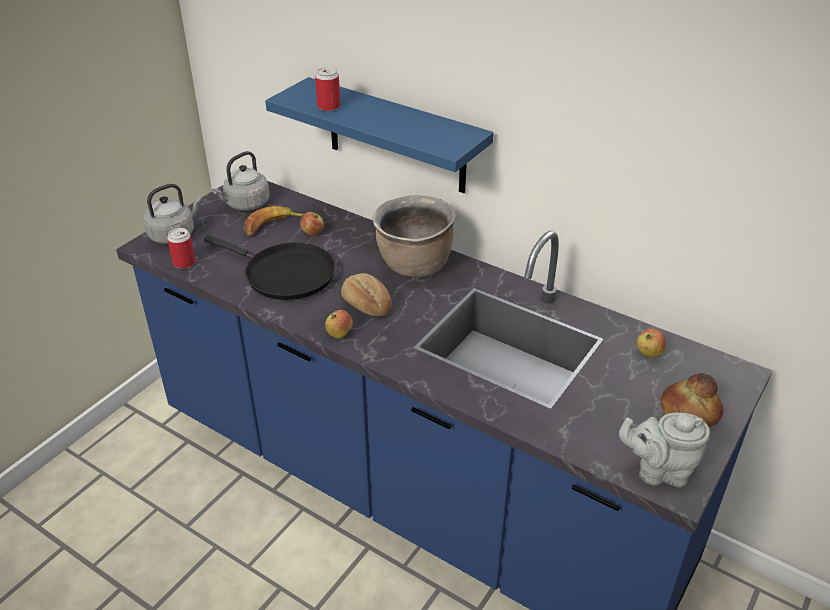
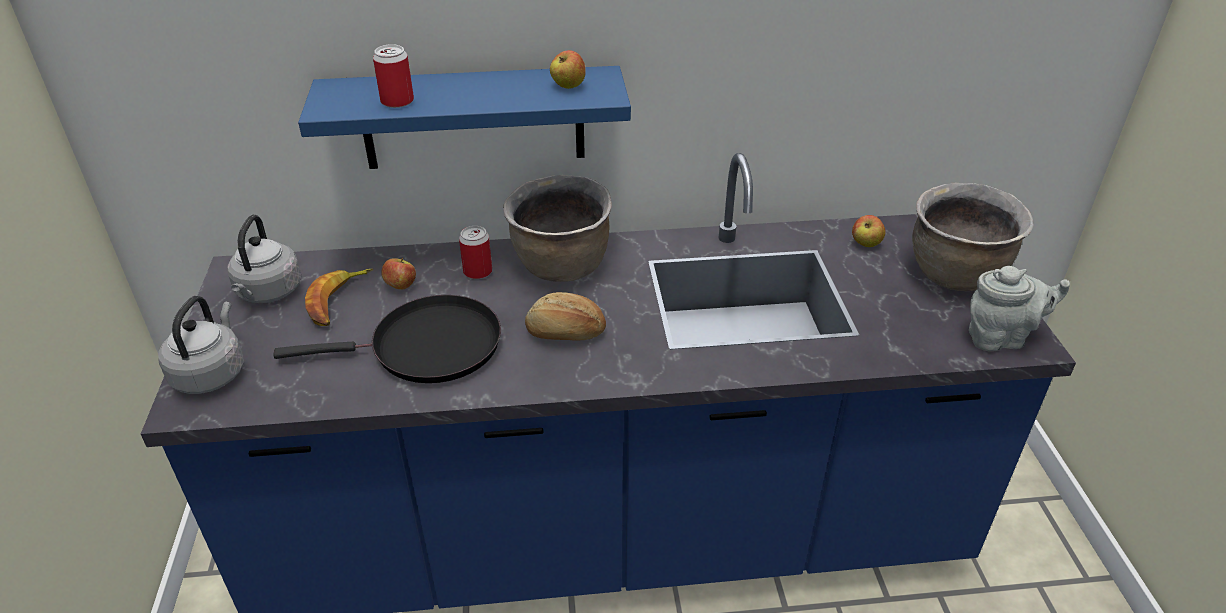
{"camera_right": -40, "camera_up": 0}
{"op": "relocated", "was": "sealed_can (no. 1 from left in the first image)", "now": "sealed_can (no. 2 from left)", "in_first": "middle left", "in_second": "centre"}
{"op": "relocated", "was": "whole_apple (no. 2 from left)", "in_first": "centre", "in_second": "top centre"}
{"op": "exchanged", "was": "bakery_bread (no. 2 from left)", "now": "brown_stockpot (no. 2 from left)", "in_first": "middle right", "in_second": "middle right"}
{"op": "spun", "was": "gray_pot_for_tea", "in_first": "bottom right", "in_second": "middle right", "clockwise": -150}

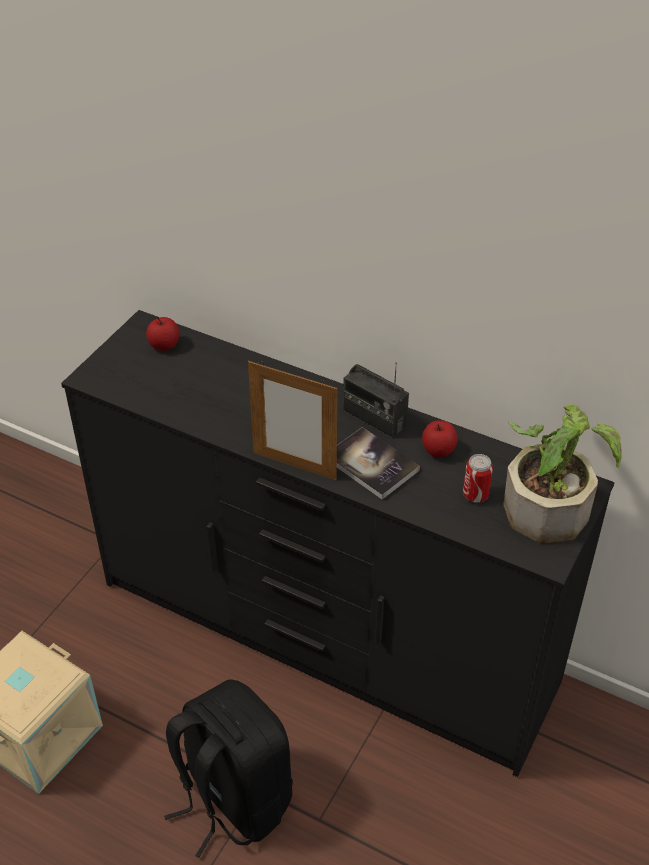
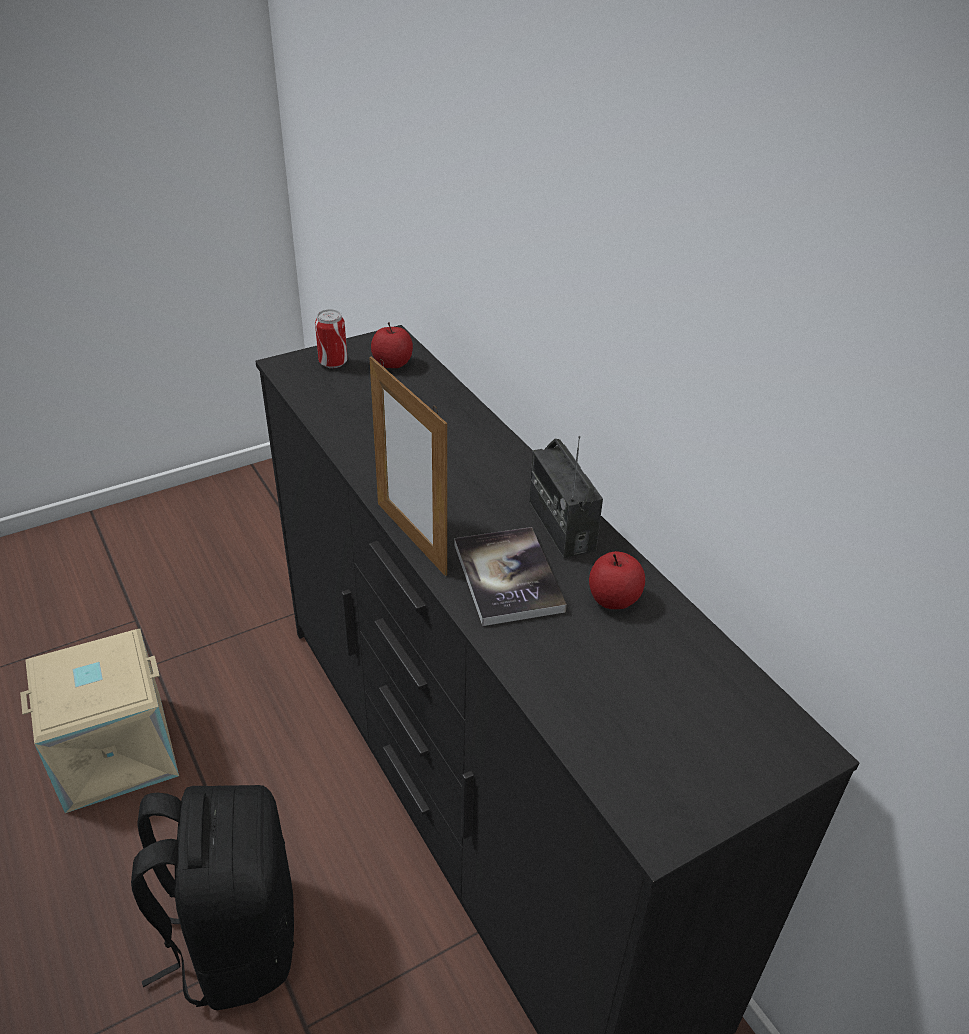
{"camera_right": 30, "camera_up": -5}
{"op": "missing", "was": "potted_plant", "in_first": "middle right"}
{"op": "relocated", "was": "sealed_can", "in_first": "middle right", "in_second": "top centre"}

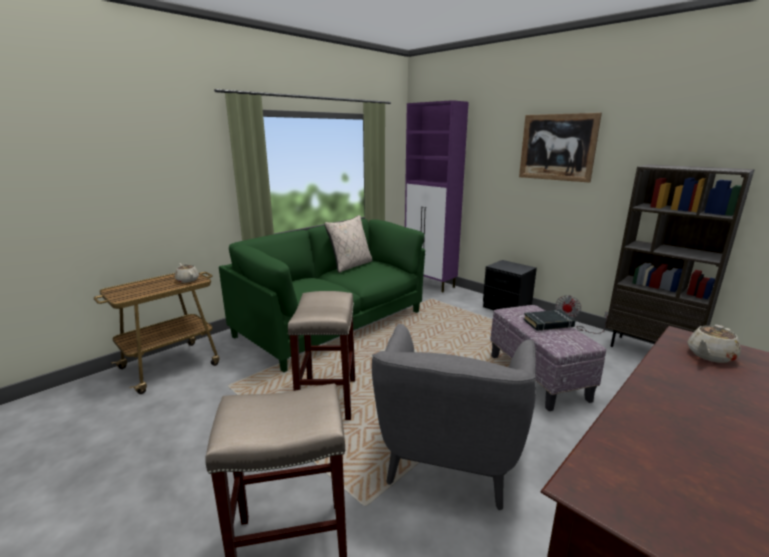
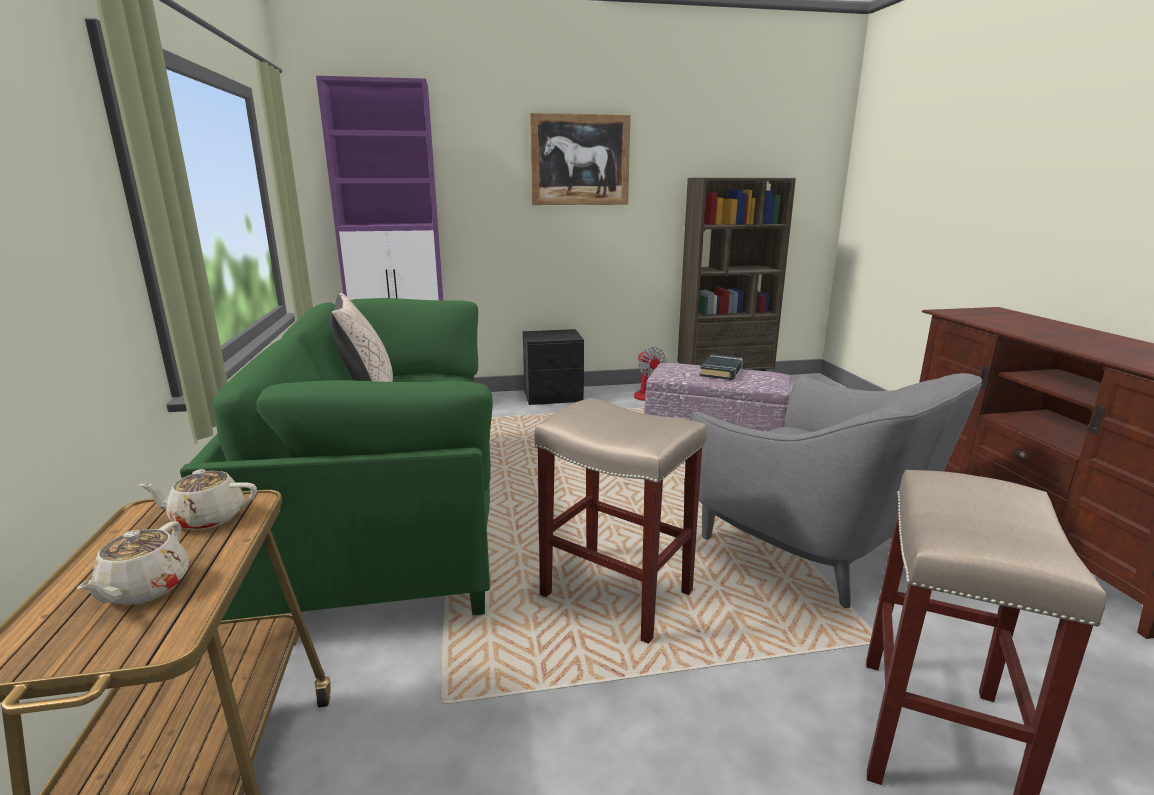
{"camera_right": -55, "camera_up": 0}
{"op": "relocated", "was": "beige_pot_for_tea (no. 2 from left in the first image)", "now": "beige_pot_for_tea (no. 1 from left)", "in_first": "middle right", "in_second": "bottom left"}

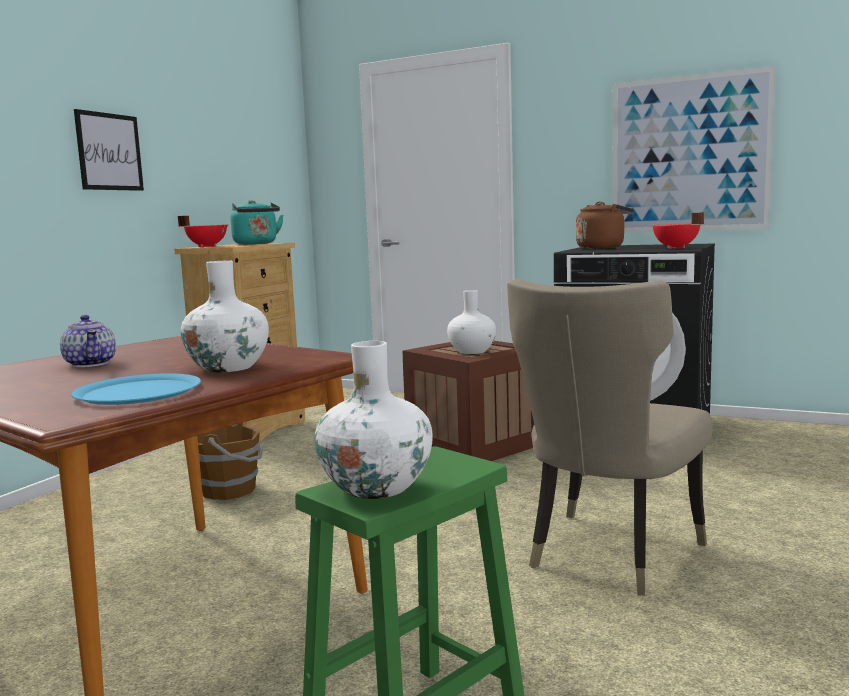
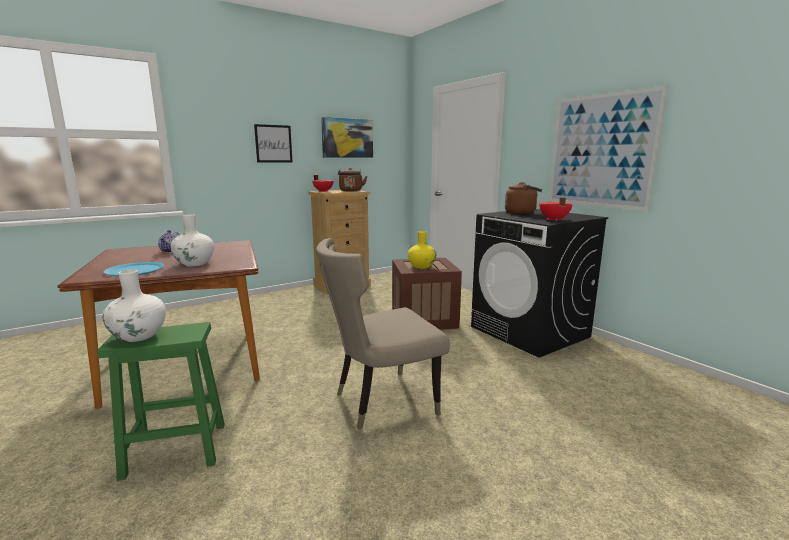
{"camera_right": 30, "camera_up": 5}
{"op": "missing", "was": "brown_water_bucket", "in_first": "middle left"}
{"op": "appeared", "now": "wall_art (no. 2 from left)", "in_second": "top centre"}
{"op": "colour", "was": "turquoise-coloured_tea_kettle", "now": "brown_tea_kettle (no. 1 from left)", "in_first": "top left", "in_second": "top centre"}
{"op": "colour", "was": "whitish_vase (no. 3 from left)", "now": "yellow-coloured_vase", "in_first": "centre", "in_second": "centre"}

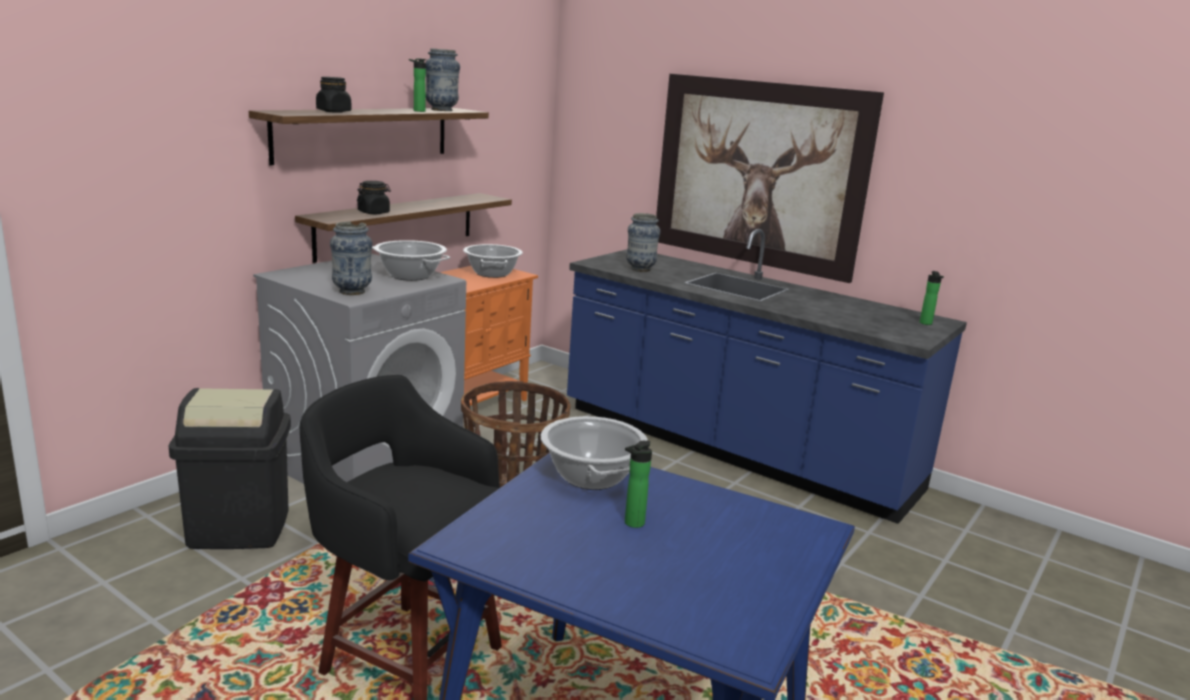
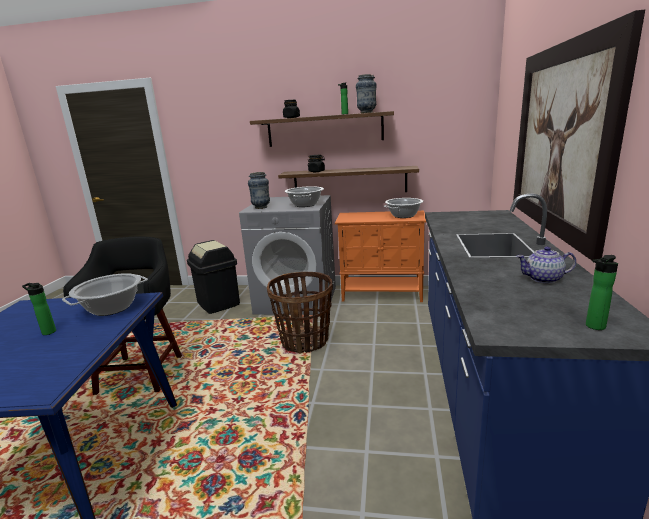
{"camera_right": 65, "camera_up": 0}
{"op": "missing", "was": "vase (no. 3 from left)", "in_first": "centre"}
{"op": "appeared", "now": "pot_for_tea", "in_second": "middle right"}

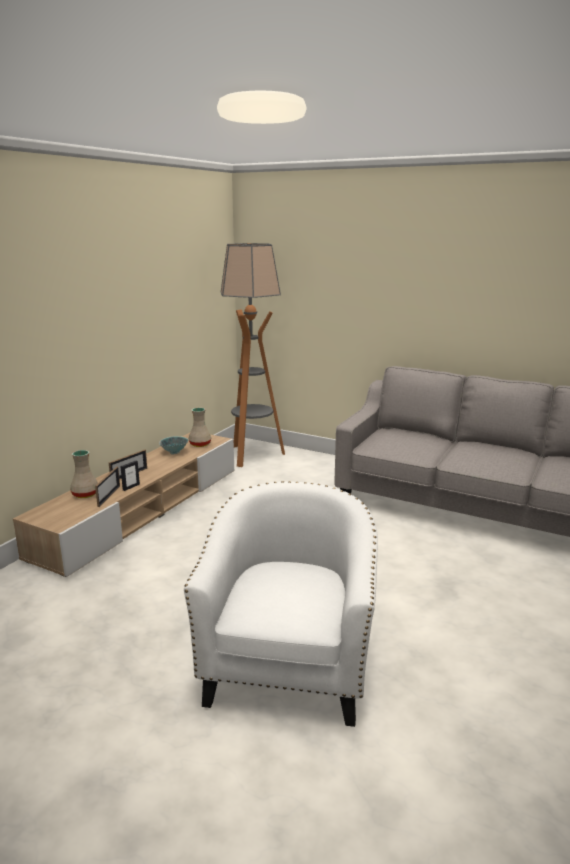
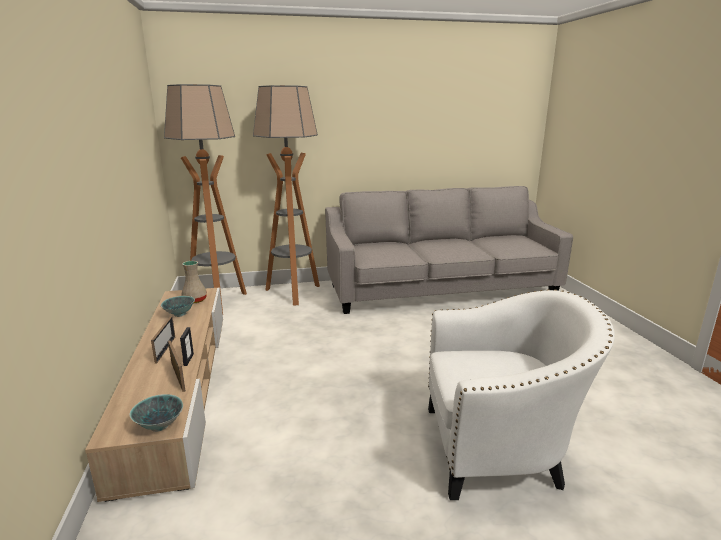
{"camera_right": -40, "camera_up": 0}
{"op": "missing", "was": "beige_vase (no. 1 from left)", "in_first": "middle left"}
{"op": "appeared", "now": "deep_dish (no. 1 from left)", "in_second": "bottom left"}
{"op": "appeared", "now": "standard_lamp (no. 2 from left)", "in_second": "centre"}
{"op": "spun", "was": "whitish_easy_chair", "in_first": "bottom centre", "in_second": "bottom right", "clockwise": 120}

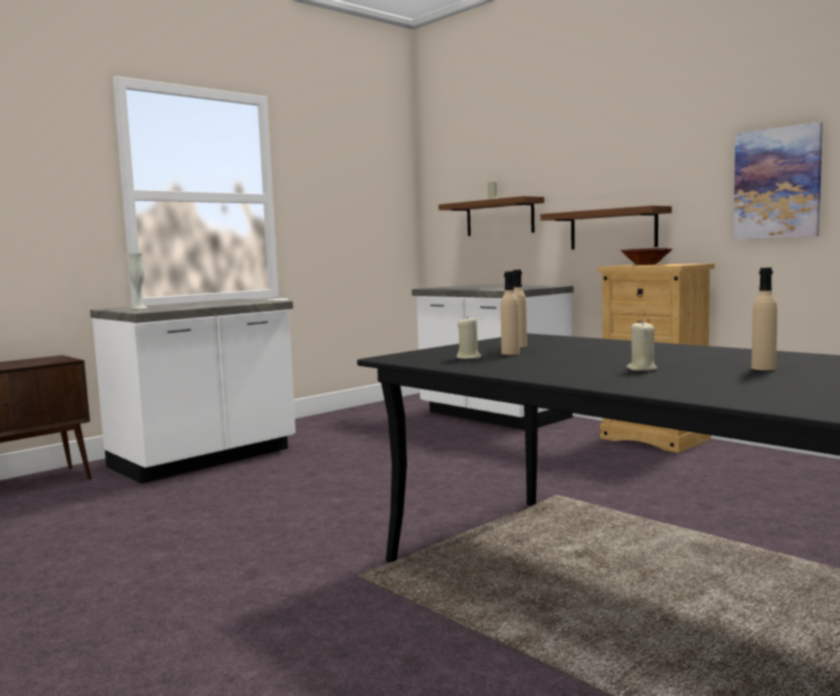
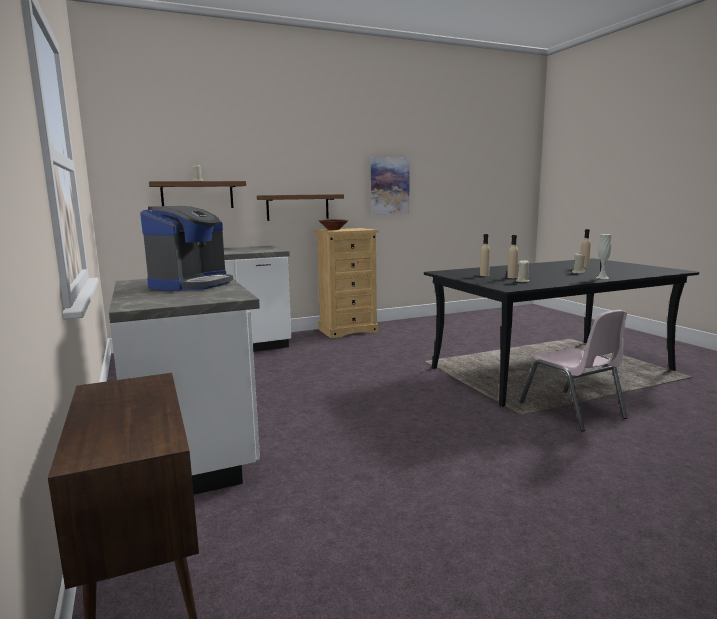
{"camera_right": -70, "camera_up": 5}
{"op": "appeared", "now": "coffee_machine", "in_second": "middle left"}
{"op": "appeared", "now": "pinkish_plain_chair", "in_second": "middle right"}
{"op": "relocated", "was": "whitish_vase", "in_first": "middle left", "in_second": "middle right"}

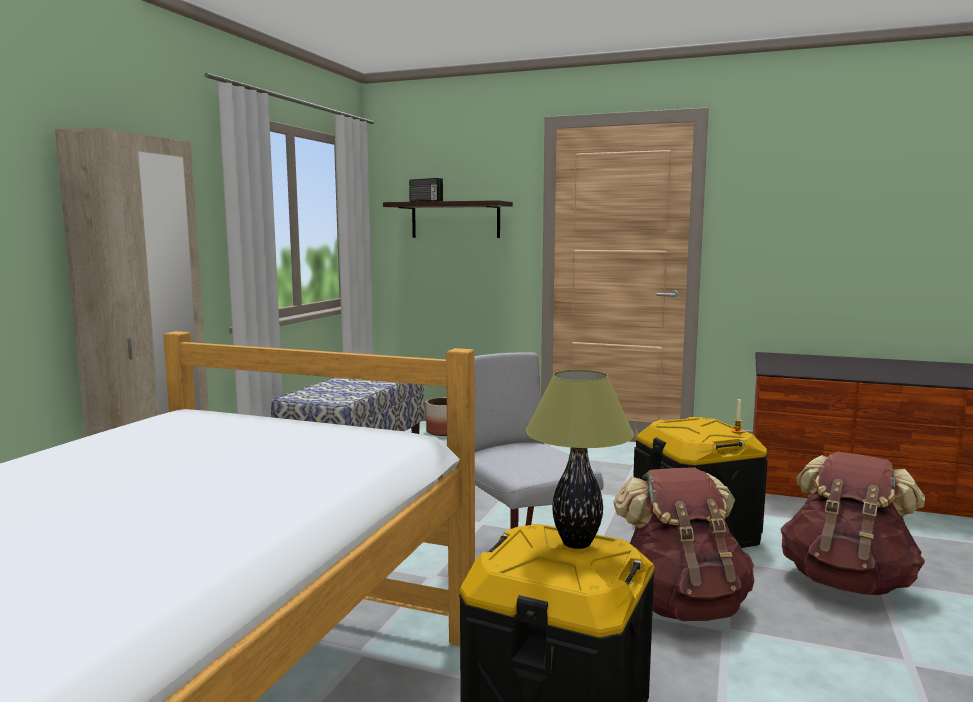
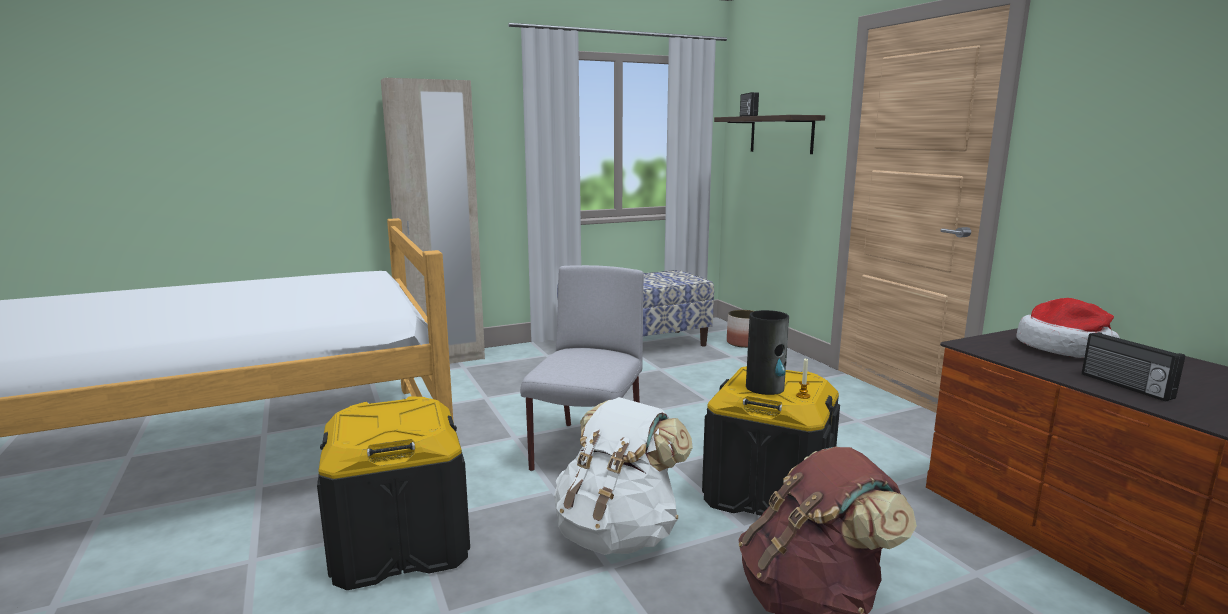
{"camera_right": 45, "camera_up": 5}
{"op": "missing", "was": "tabletop_lamp", "in_first": "centre"}
{"op": "appeared", "now": "vase", "in_second": "centre"}
{"op": "appeared", "now": "wearable_hat", "in_second": "middle right"}
{"op": "appeared", "now": "radio_receiver (no. 2 from left)", "in_second": "middle right"}
{"op": "colour", "was": "brown_backpack (no. 1 from left)", "now": "whitish_backpack", "in_first": "bottom right", "in_second": "bottom centre"}

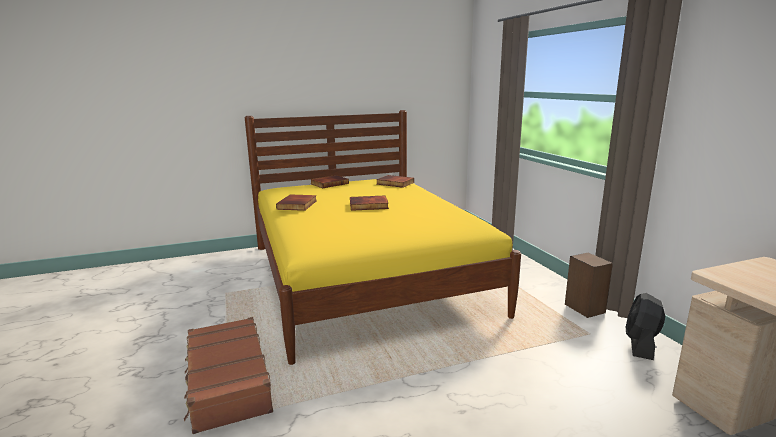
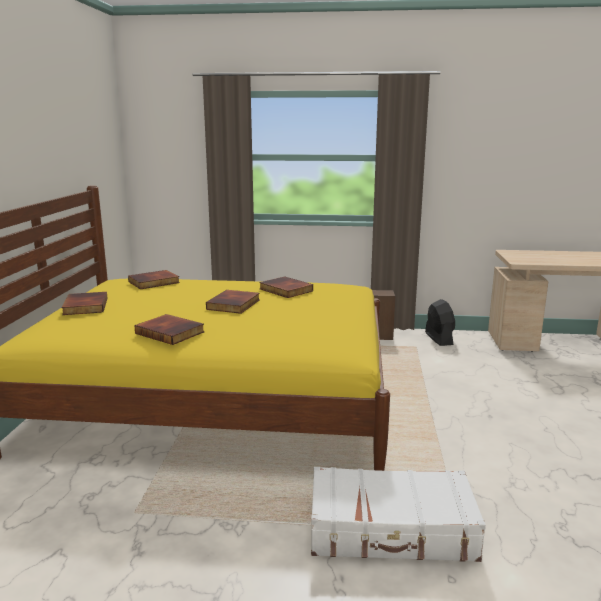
{"camera_right": -65, "camera_up": 0}
{"op": "appeared", "now": "volume (no. 5 from left)", "in_second": "centre"}
{"op": "colour", "was": "brown_piece_of_luggage", "now": "whitish_piece_of_luggage", "in_first": "bottom left", "in_second": "bottom centre"}
{"op": "spun", "was": "black_fan", "in_first": "bottom right", "in_second": "middle right", "clockwise": -150}

